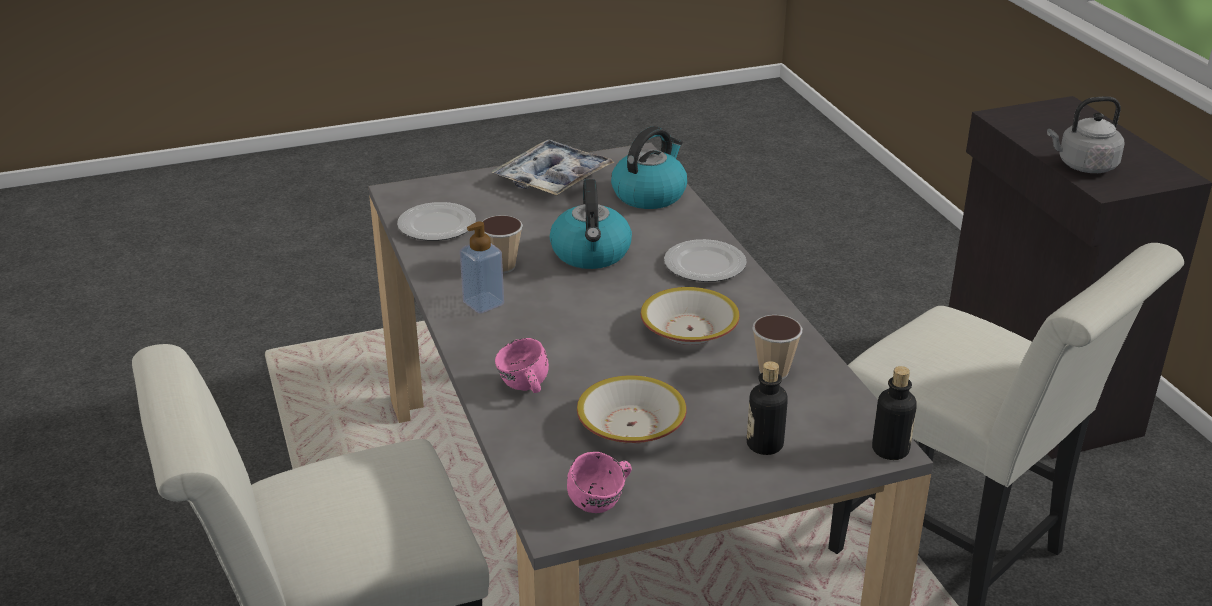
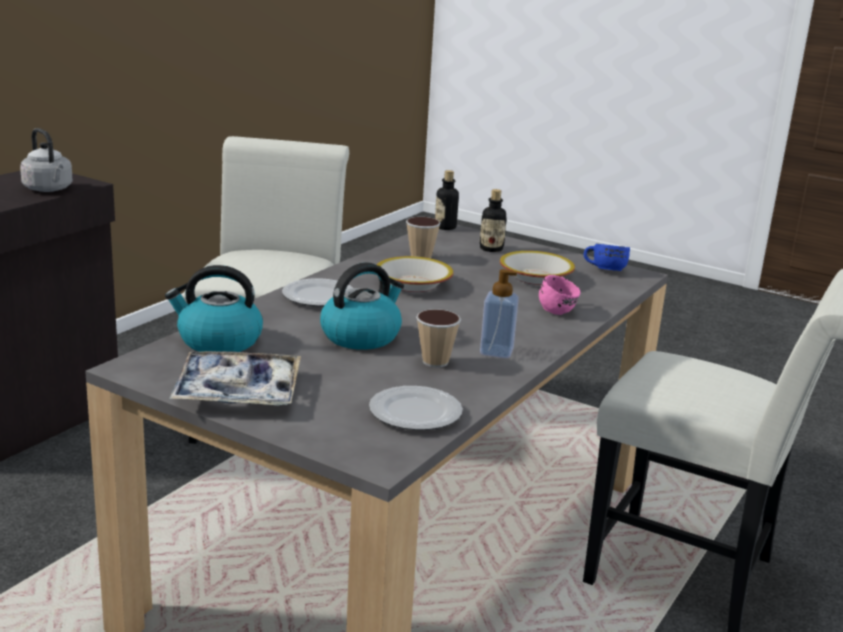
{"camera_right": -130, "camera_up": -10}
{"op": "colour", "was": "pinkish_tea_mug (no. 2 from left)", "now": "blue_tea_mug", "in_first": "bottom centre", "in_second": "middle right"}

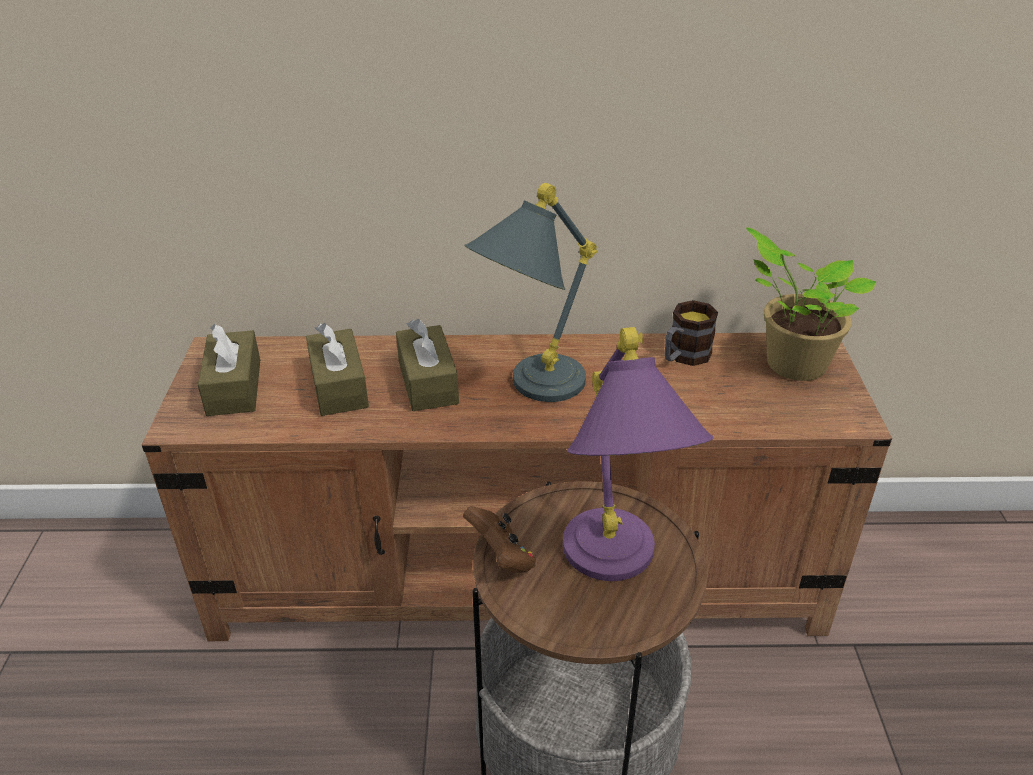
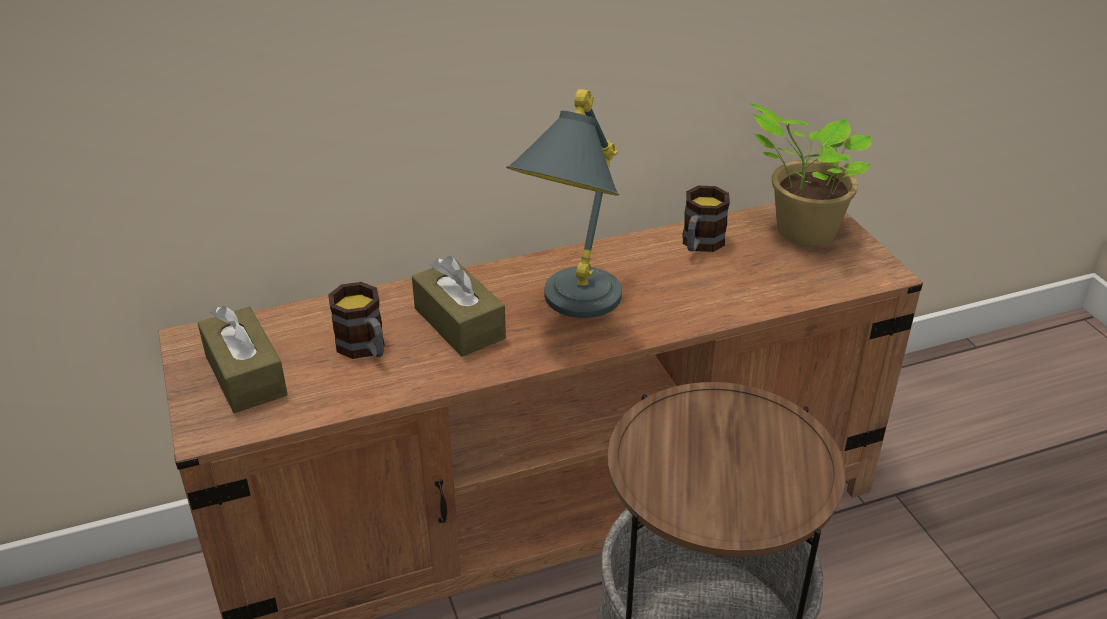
{"camera_right": -20, "camera_up": 0}
{"op": "missing", "was": "brown_gamepad", "in_first": "bottom centre"}
{"op": "missing", "was": "purplish_tabletop_lamp", "in_first": "centre"}
{"op": "exchanged", "was": "brown_tissue_holder (no. 2 from left)", "now": "tea_mug (no. 1 from left)", "in_first": "middle left", "in_second": "middle left"}

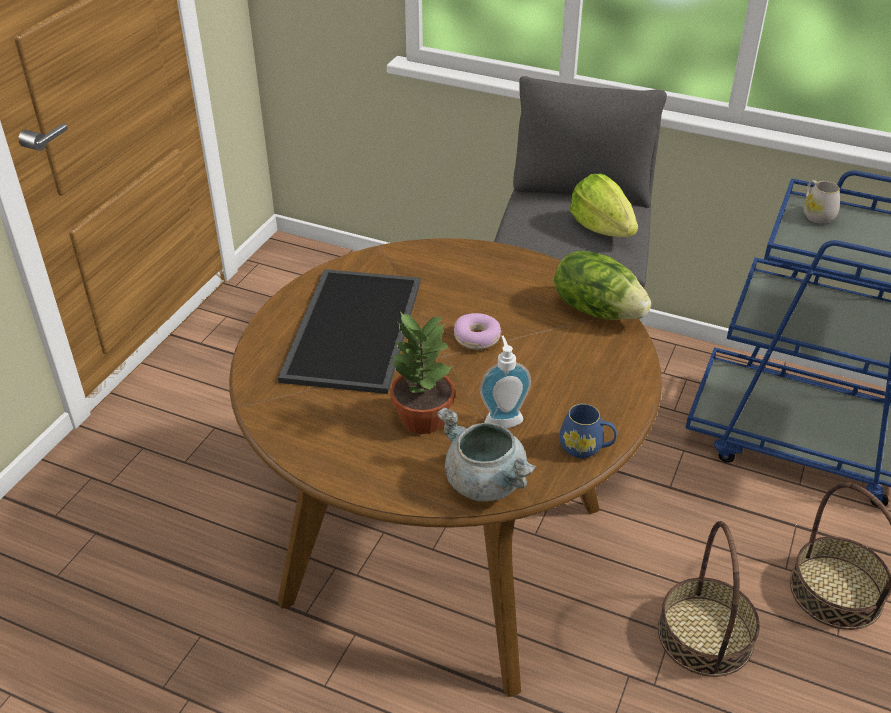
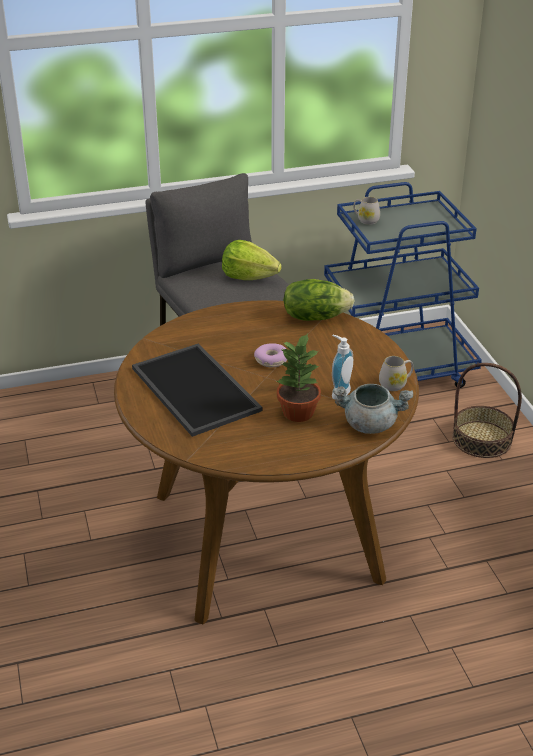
{"camera_right": -40, "camera_up": -5}
{"op": "missing", "was": "basket (no. 1 from left)", "in_first": "bottom right"}
{"op": "colour", "was": "blue_tea_mug", "now": "whitish_tea_mug (no. 2 from left)", "in_first": "centre", "in_second": "middle right"}

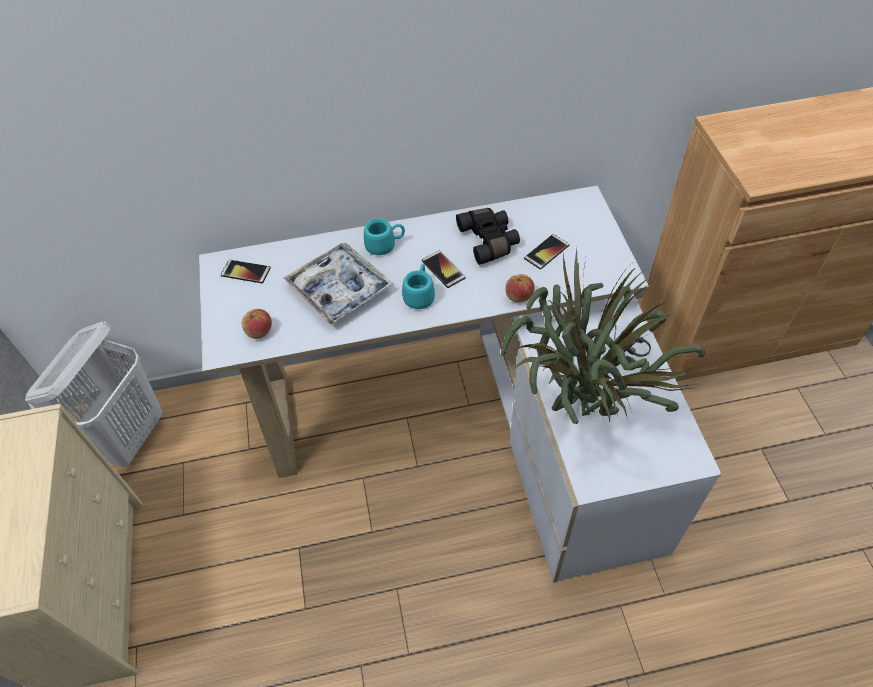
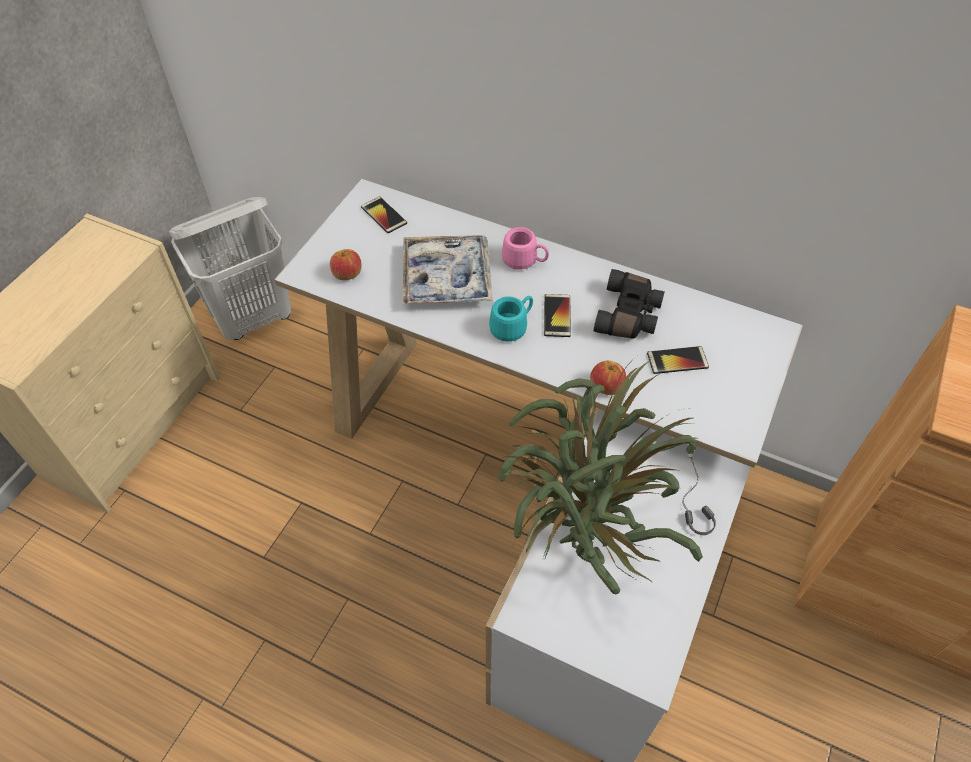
{"camera_right": 35, "camera_up": 0}
{"op": "colour", "was": "turquoise-coloured_tea_mug (no. 1 from left)", "now": "pinkish_tea_mug", "in_first": "centre", "in_second": "top centre"}

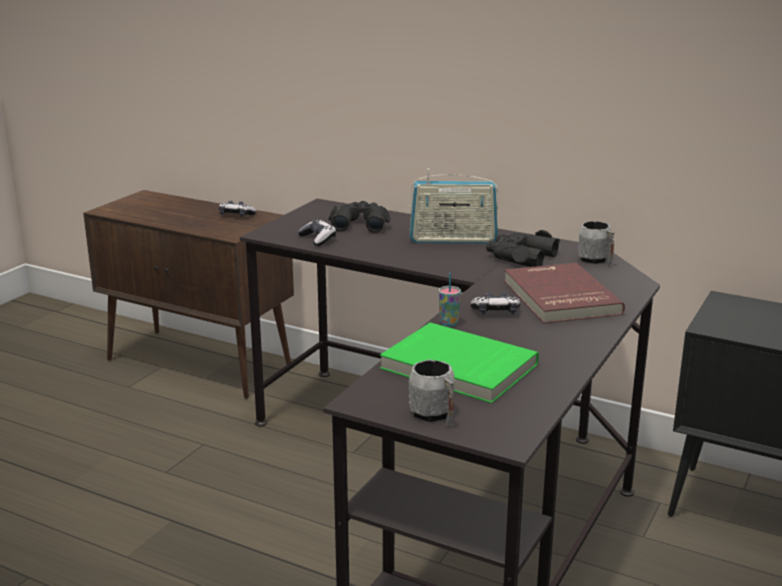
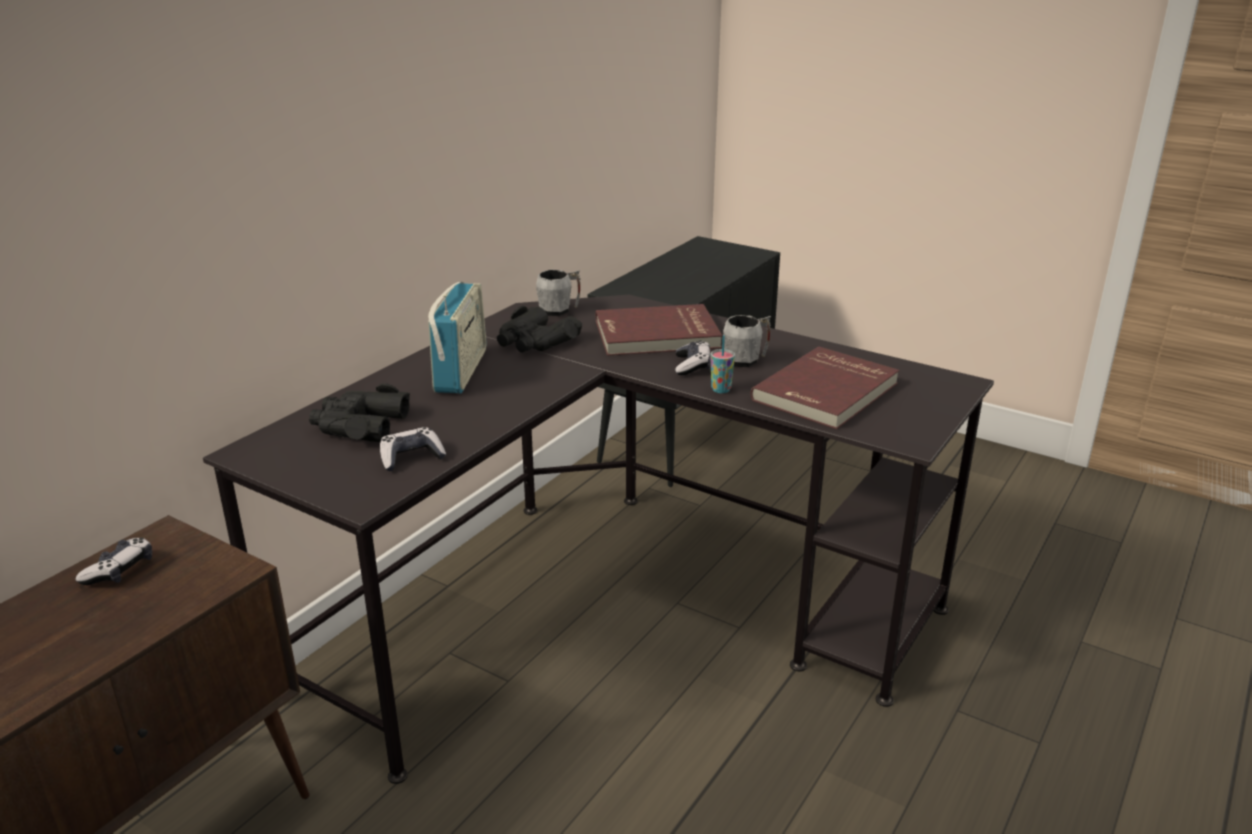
{"camera_right": -85, "camera_up": 5}
{"op": "relocated", "was": "gray_tea_mug (no. 1 from left in the first image)", "now": "gray_tea_mug (no. 2 from left)", "in_first": "bottom centre", "in_second": "centre"}
{"op": "colour", "was": "green-coloured_volume", "now": "red-coloured_volume (no. 2 from left)", "in_first": "centre", "in_second": "centre"}

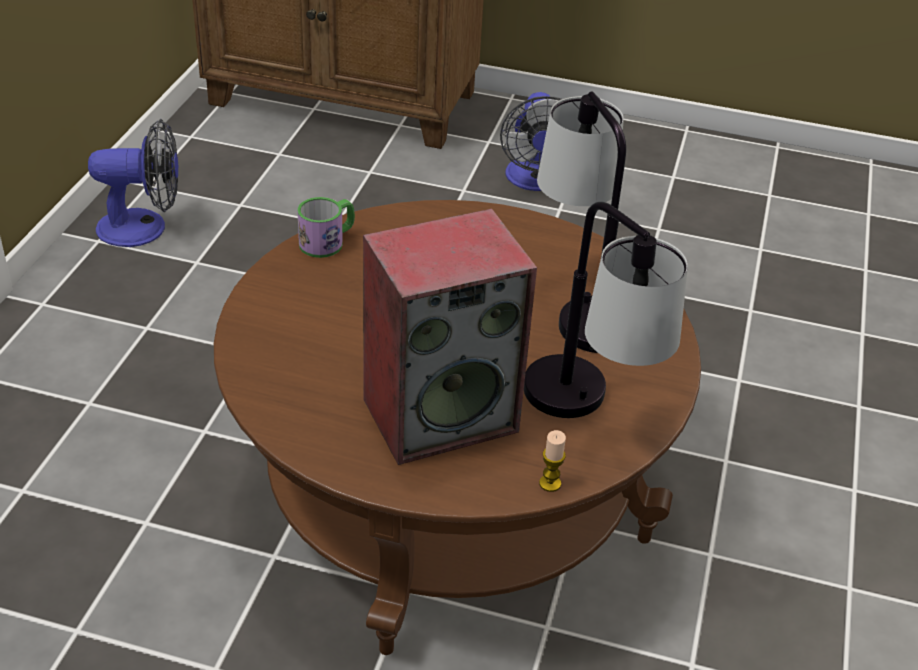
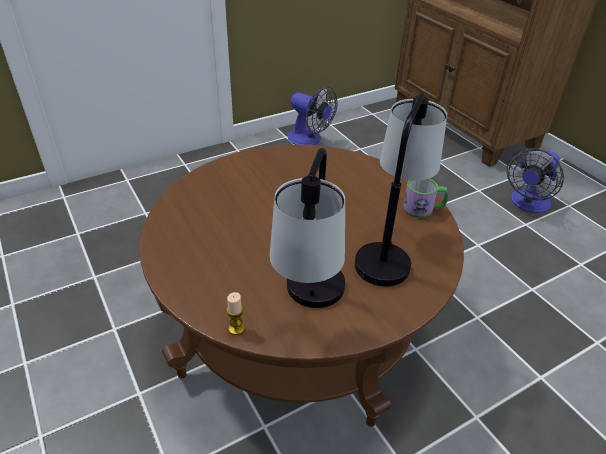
{"camera_right": 45, "camera_up": 0}
{"op": "missing", "was": "audio_speaker", "in_first": "centre"}
{"op": "relocated", "was": "tea_mug", "in_first": "centre", "in_second": "middle right"}

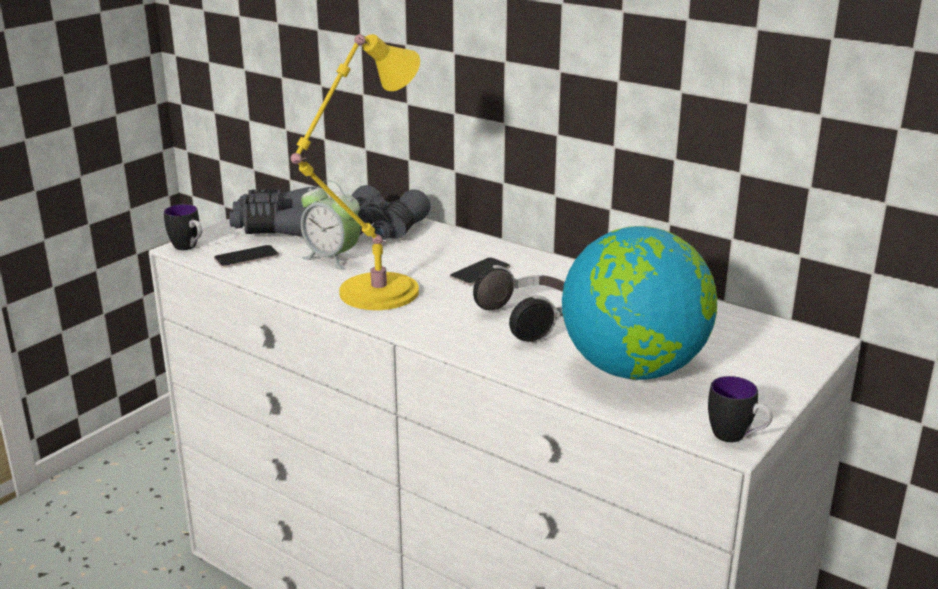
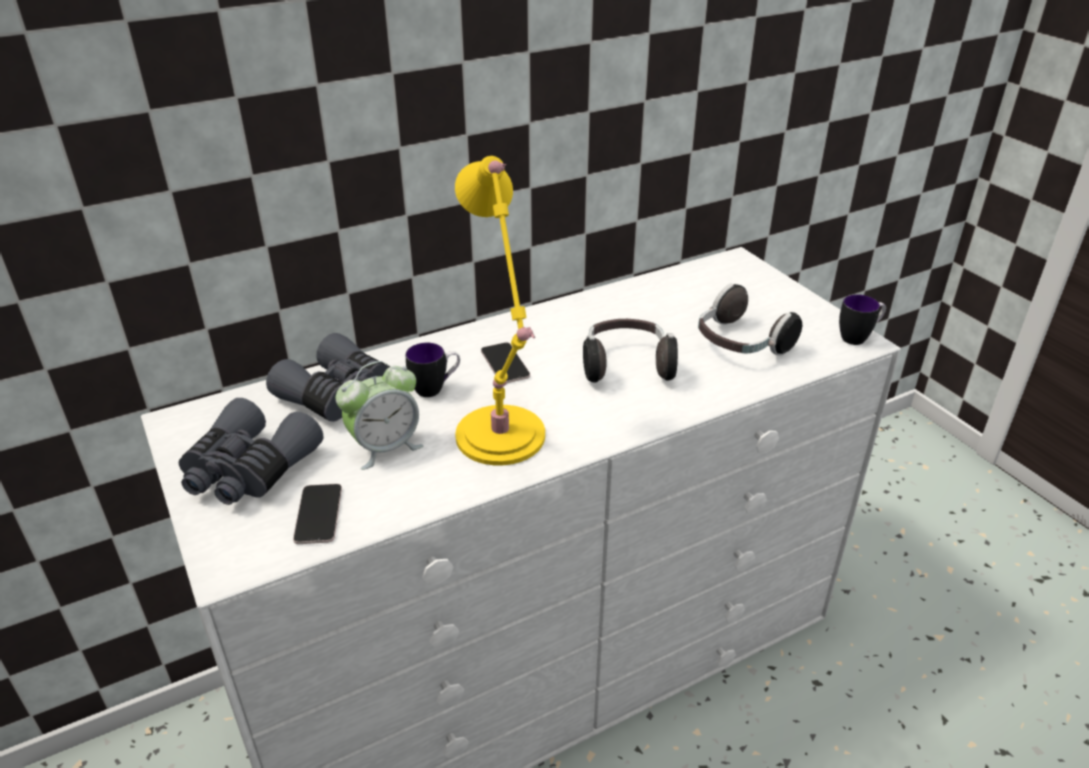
{"camera_right": -65, "camera_up": 10}
{"op": "relocated", "was": "tea_mug (no. 1 from left)", "in_first": "middle left", "in_second": "centre"}
{"op": "exchanged", "was": "desk_globe", "now": "headphones (no. 2 from left)", "in_first": "middle right", "in_second": "middle right"}

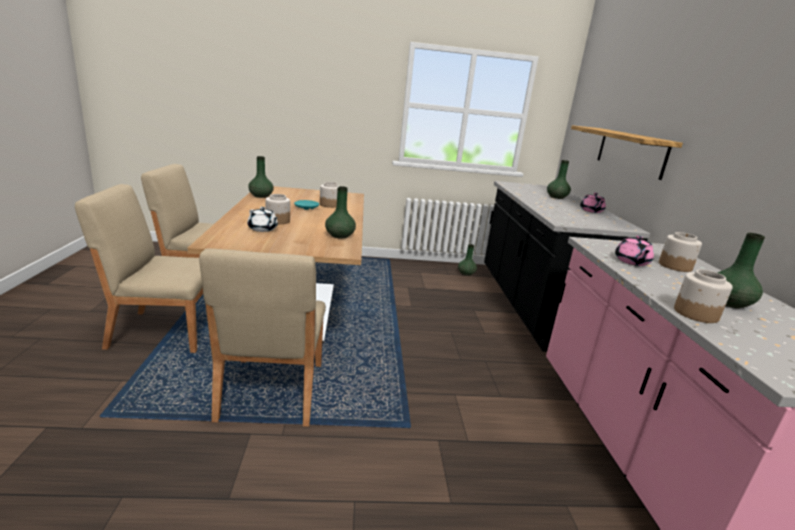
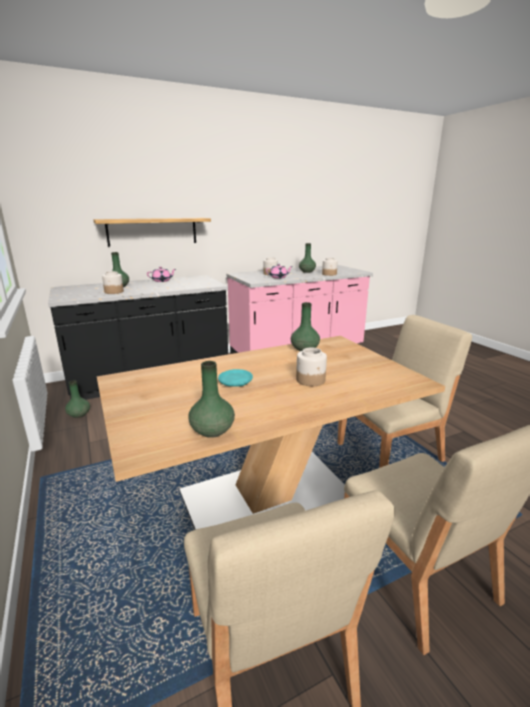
{"camera_right": -110, "camera_up": 0}
{"op": "missing", "was": "whitish_pot_for_tea", "in_first": "middle left"}
{"op": "relocated", "was": "storage_jar (no. 2 from left in the first image)", "now": "storage_jar (no. 1 from left)", "in_first": "centre", "in_second": "middle left"}

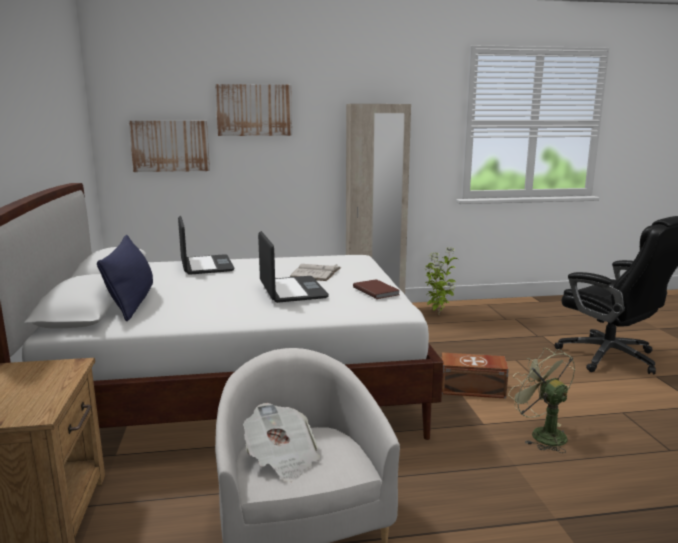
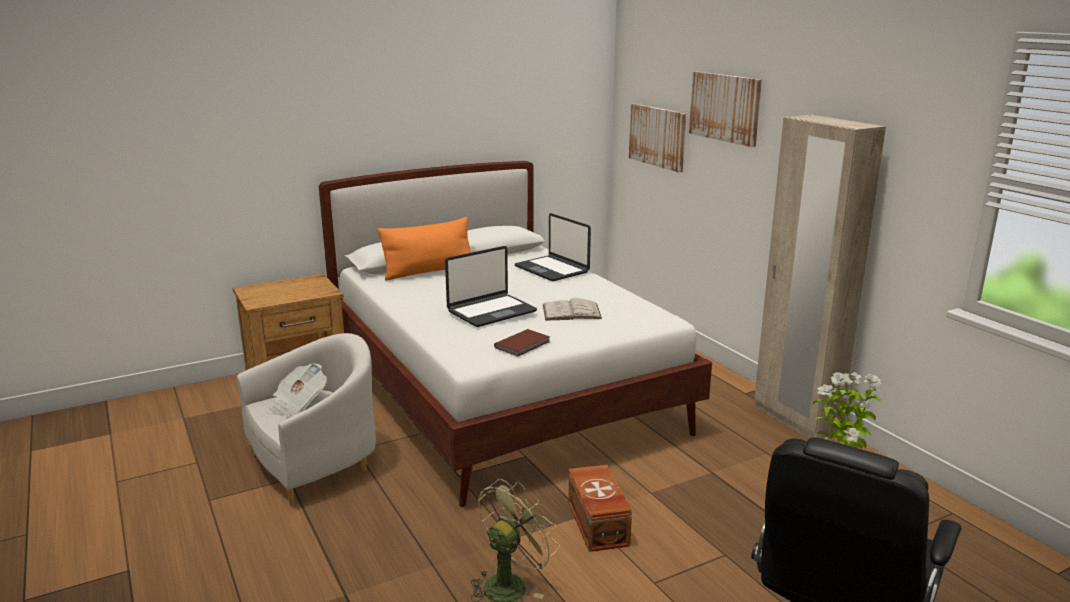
{"camera_right": 70, "camera_up": 5}
{"op": "colour", "was": "blue_pillow", "now": "orangey_pillow", "in_first": "middle left", "in_second": "centre"}
{"op": "spun", "was": "portable_computer (no. 1 from left in the first image)", "in_first": "middle left", "in_second": "centre", "clockwise": 90}

